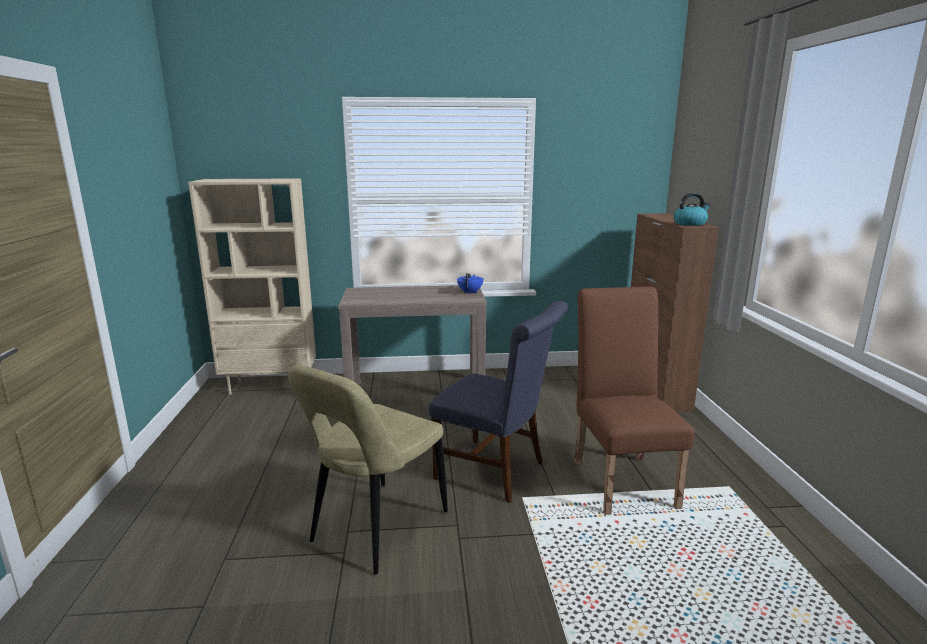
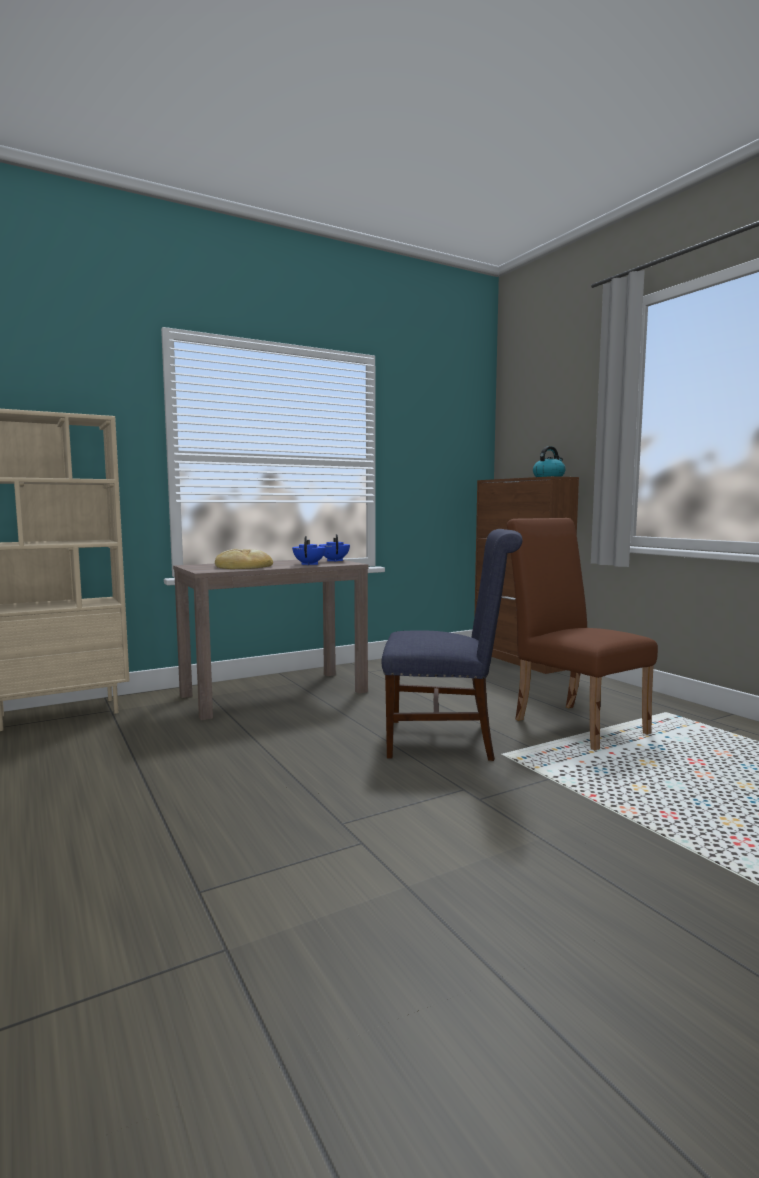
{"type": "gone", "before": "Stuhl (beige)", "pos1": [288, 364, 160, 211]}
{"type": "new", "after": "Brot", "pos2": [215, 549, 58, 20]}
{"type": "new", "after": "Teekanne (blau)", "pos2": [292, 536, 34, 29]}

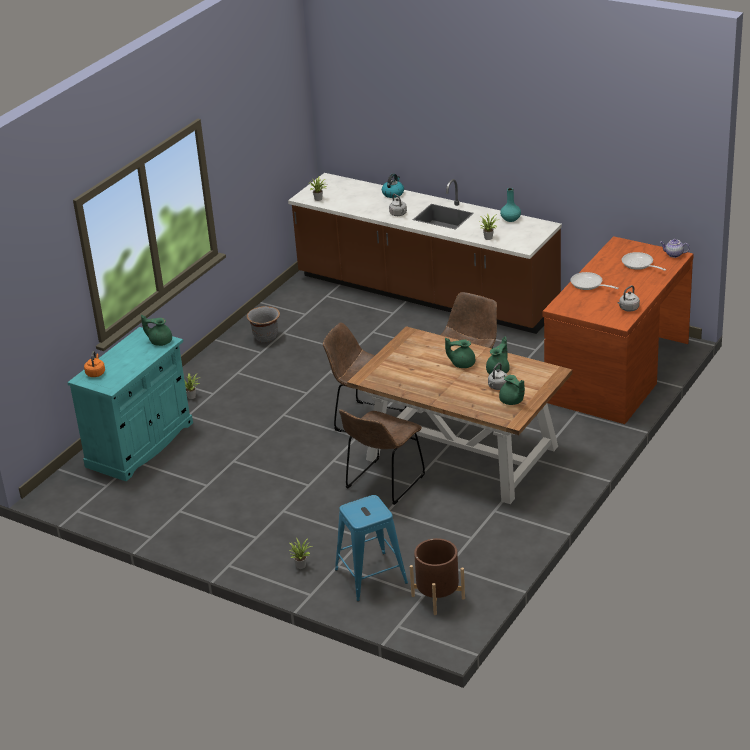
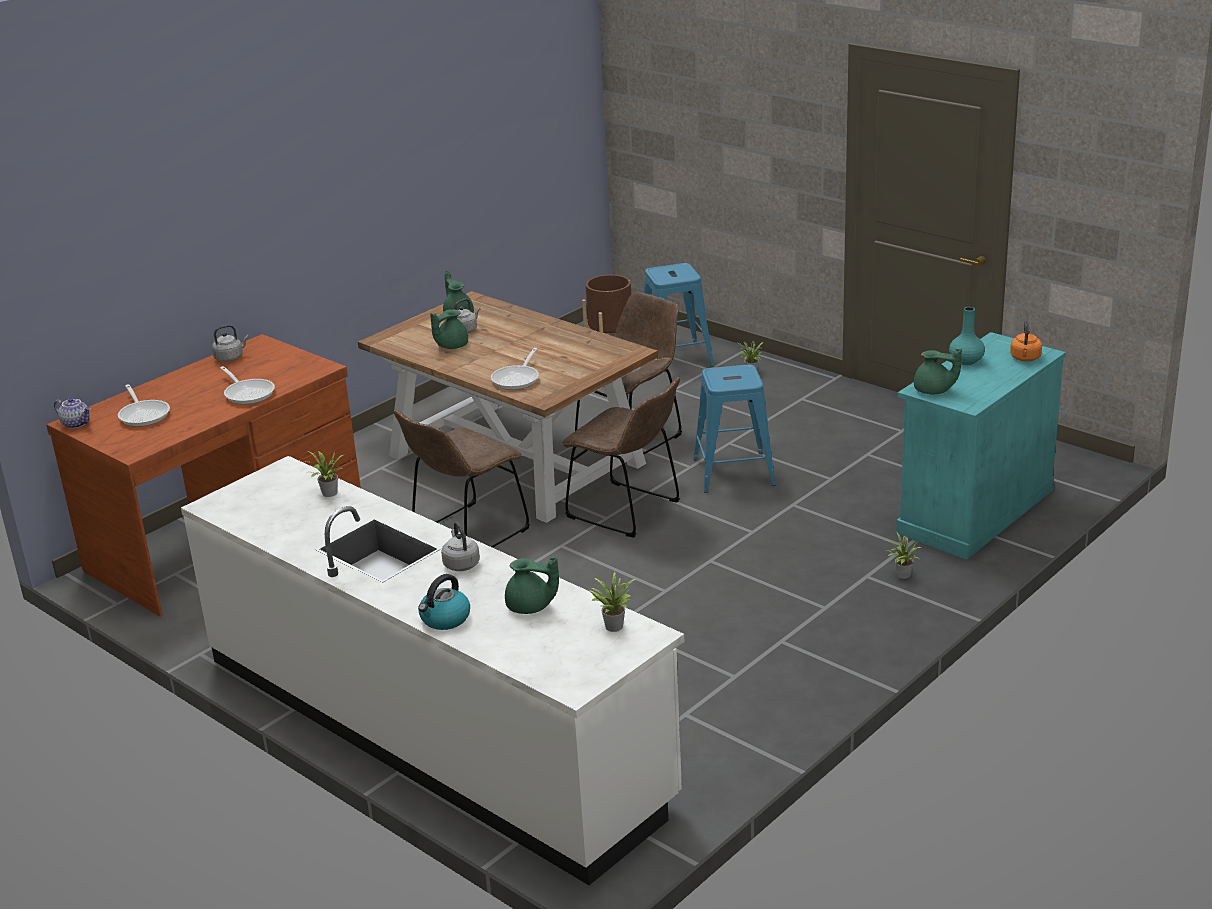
{"type": "gone", "before": "Pflanzkübel (grau)", "pos1": [247, 306, 33, 36]}
{"type": "repainted", "before": "Küchenzeile (braun)", "after": "Küchenzeile (weiß)", "pos1": [288, 173, 274, 161], "pos2": [181, 456, 503, 429]}
{"type": "shifted", "before": "Teekanne (grün)", "pos1": [445, 338, 30, 30], "pos2": [505, 557, 54, 57]}
{"type": "shifted", "before": "Vase (türkis)", "pos1": [500, 188, 21, 34], "pos2": [949, 307, 36, 58]}
{"type": "new", "after": "Pfanne", "pos2": [491, 348, 48, 42]}
{"type": "new", "after": "Hocker (blau)", "pos2": [693, 365, 83, 128]}

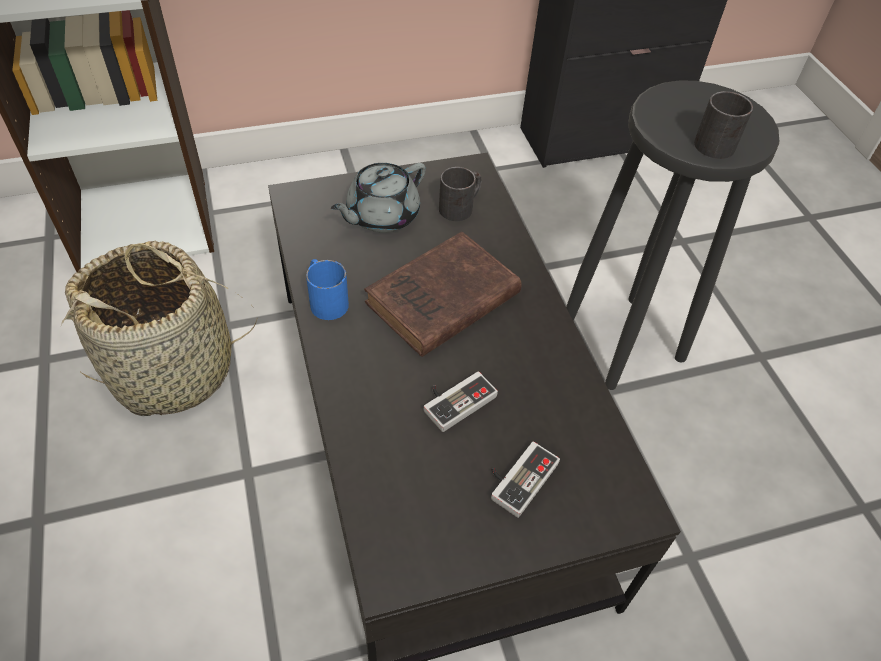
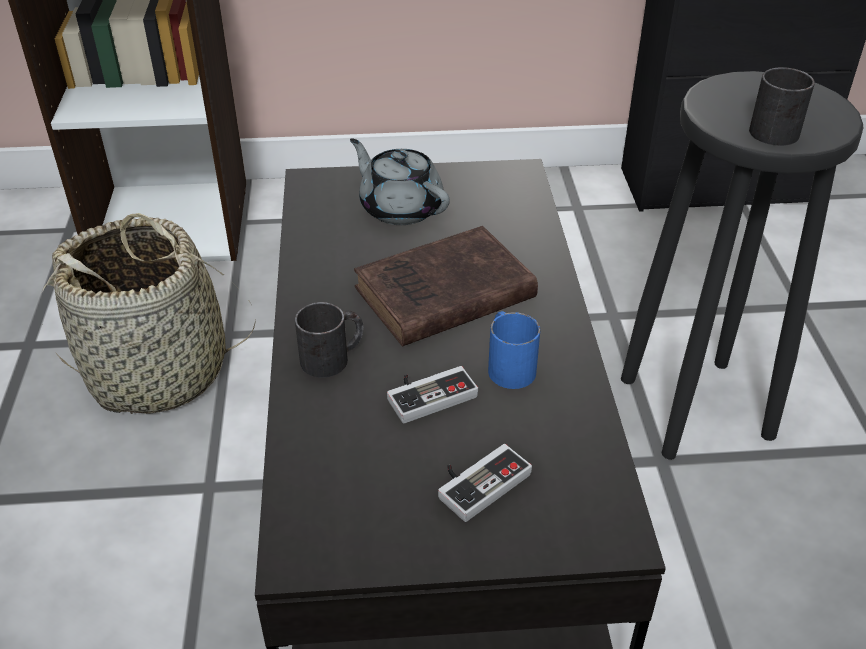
{"type": "shifted", "before": "Henkelbecher (blau)", "pos1": [306, 259, 43, 61], "pos2": [488, 311, 53, 78]}
{"type": "rotated", "before": "Teekanne (grau)", "pos1": [331, 163, 95, 70], "pos2": [350, 139, 100, 86], "turn": 75}
{"type": "shifted", "before": "Henkelbecher (schwarz)", "pos1": [439, 167, 43, 54], "pos2": [295, 302, 69, 76]}

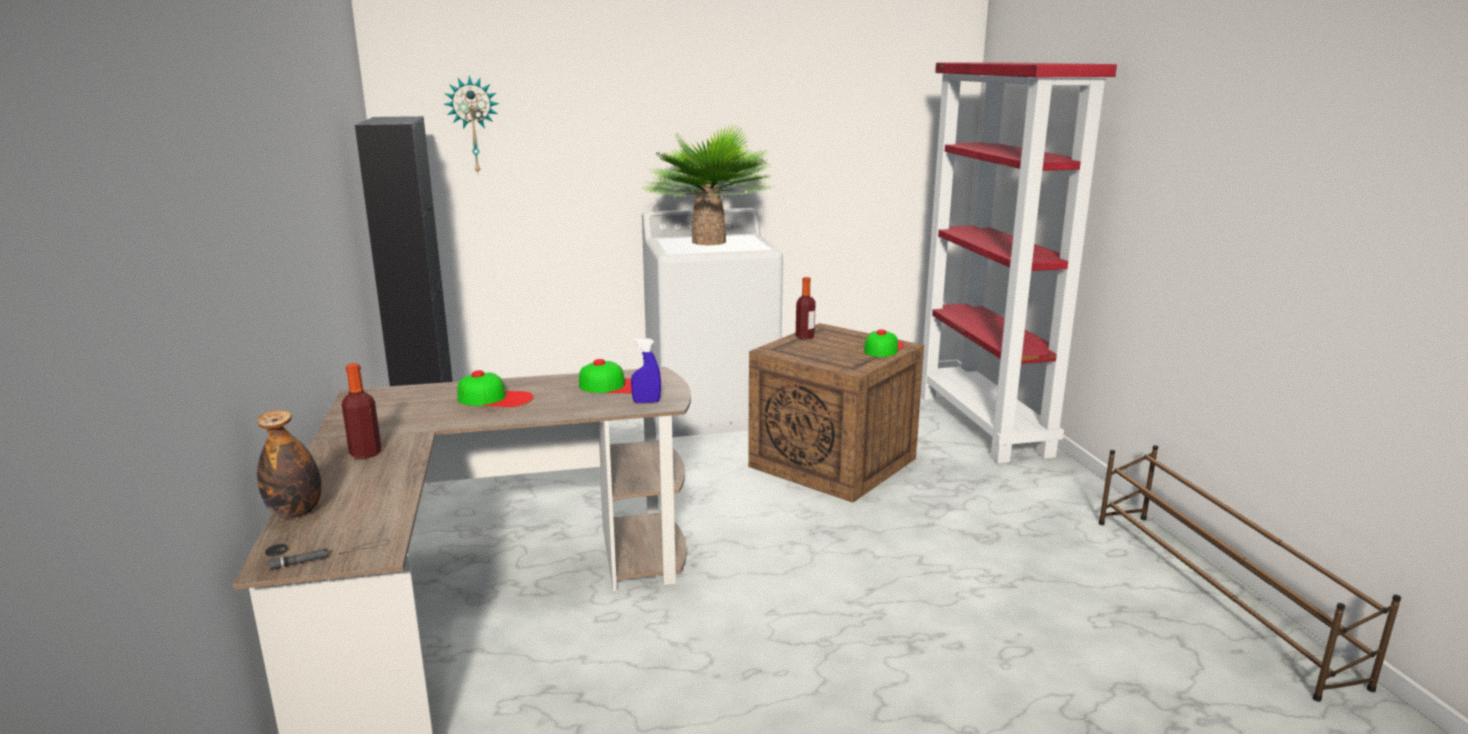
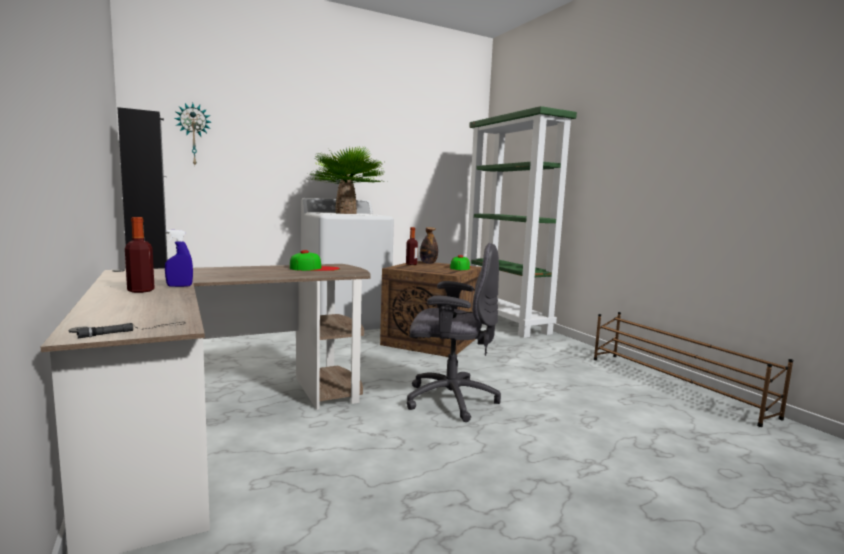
{"type": "shifted", "before": "Flasche", "pos1": [257, 410, 65, 108], "pos2": [420, 227, 18, 37]}
{"type": "gone", "before": "Kappe", "pos1": [458, 370, 76, 37]}
{"type": "shifted", "before": "Sprühflasche (blau)", "pos1": [631, 338, 30, 65], "pos2": [165, 230, 28, 57]}
{"type": "repainted", "before": "Bücherregal (rot)", "after": "Bücherregal (grün)", "pos1": [921, 62, 196, 401], "pos2": [467, 106, 110, 232]}
{"type": "new", "after": "Bürostuhl (grau)", "pos2": [407, 243, 94, 179]}

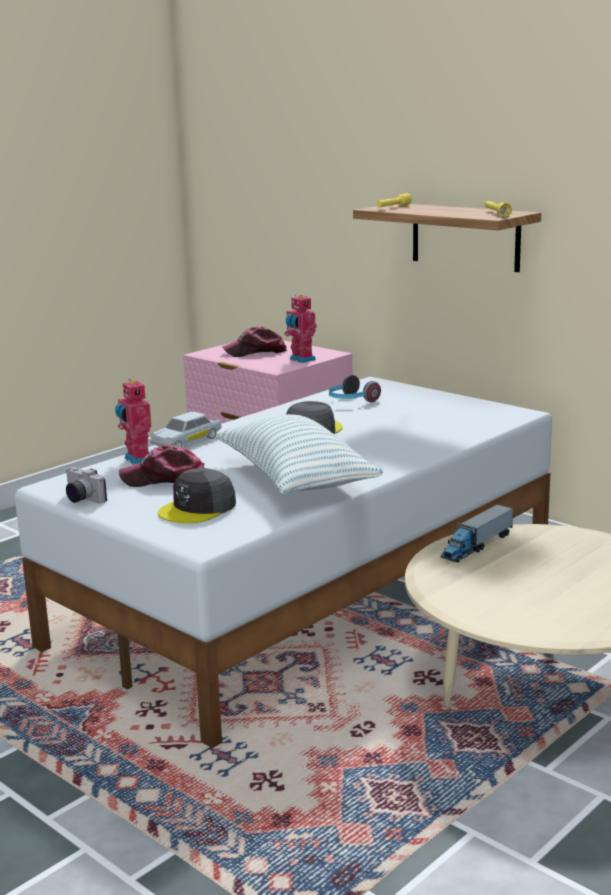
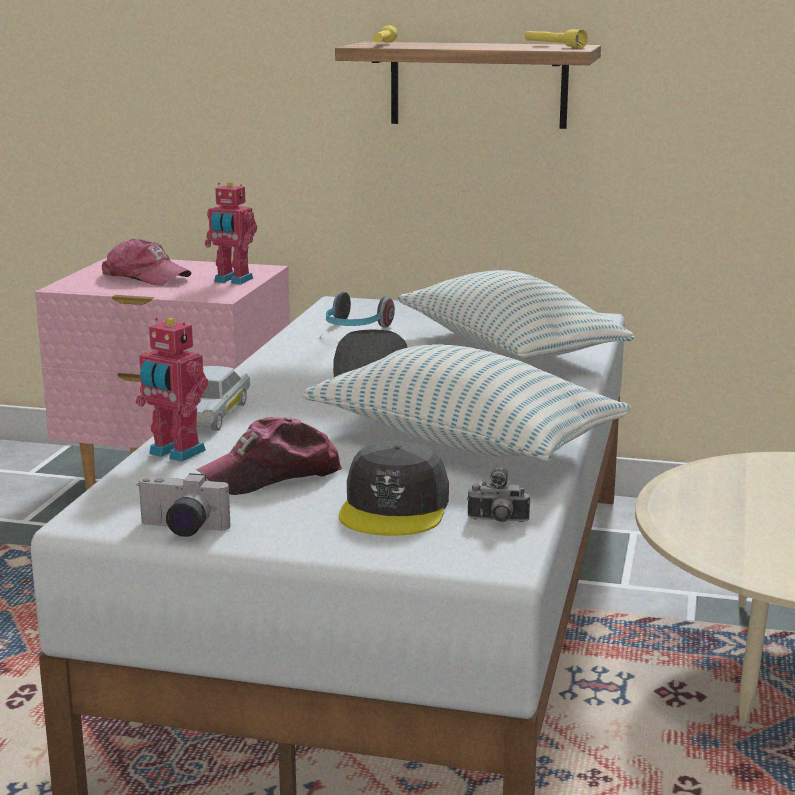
{"type": "rotated", "before": "Kappe", "pos1": [222, 327, 65, 30], "pos2": [102, 238, 89, 47], "turn": -105}
{"type": "gone", "before": "Spielzeuglaster", "pos1": [440, 504, 74, 58]}
{"type": "new", "after": "Kissen", "pos2": [398, 270, 236, 89]}
{"type": "new", "after": "Kamera", "pos2": [467, 468, 63, 54]}

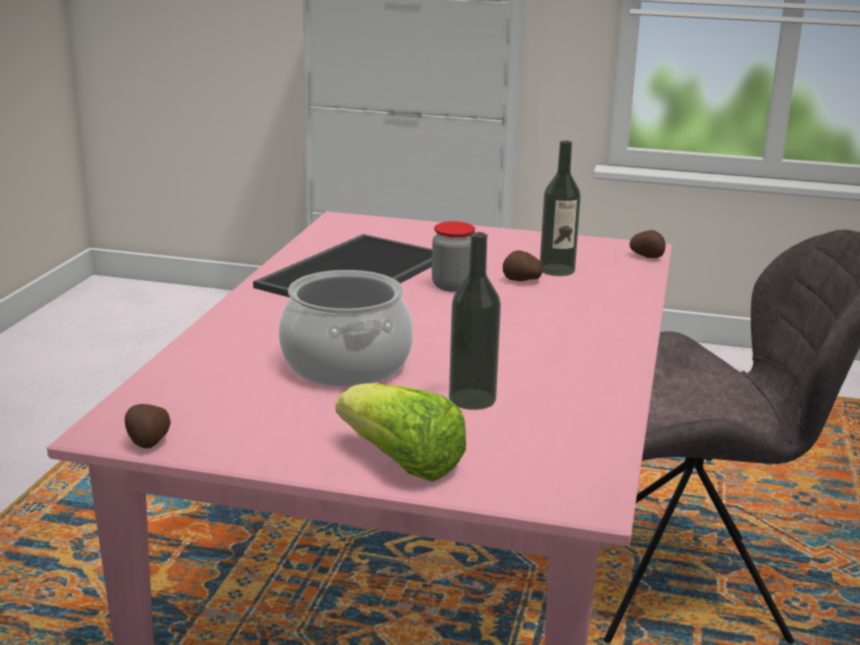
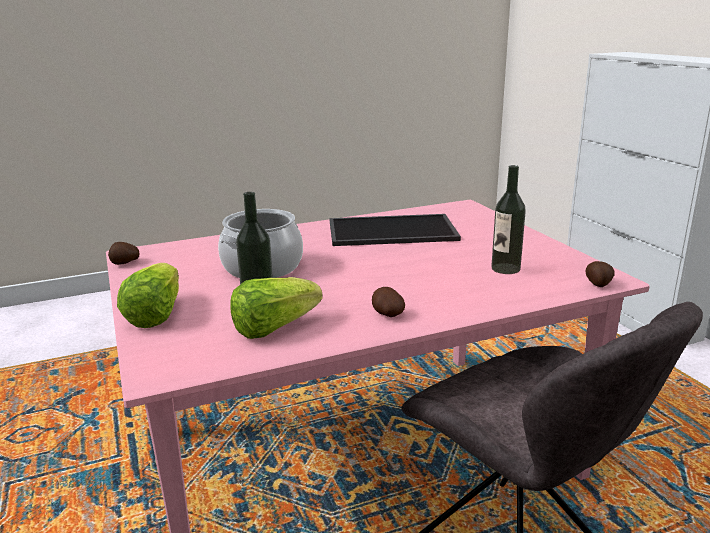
{"type": "gone", "before": "Vorratsglas", "pos1": [432, 221, 43, 71]}
{"type": "shifted", "before": "Kartoffel", "pos1": [503, 250, 40, 31], "pos2": [372, 287, 33, 30]}
{"type": "new", "after": "Salatkopf", "pos2": [230, 277, 93, 62]}

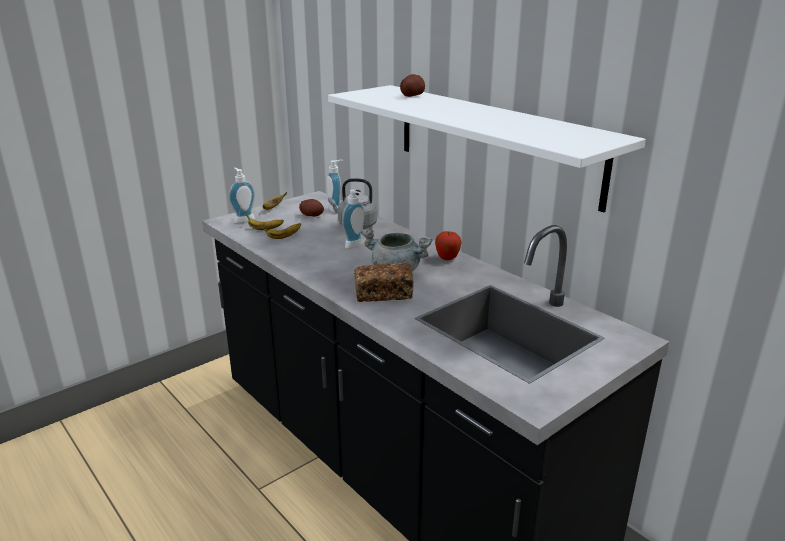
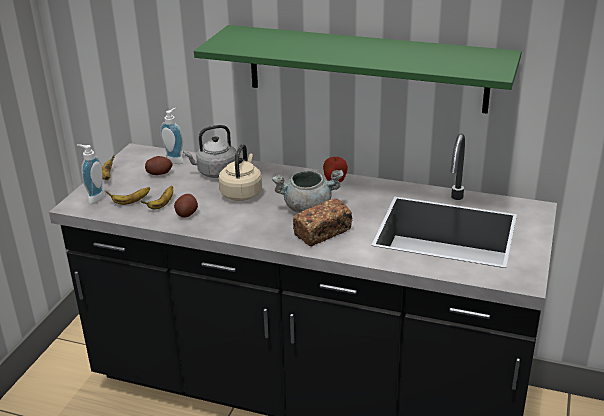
{"type": "repainted", "before": "Wandregal (weiß)", "after": "Wandregal (grün)", "pos1": [328, 85, 318, 127], "pos2": [194, 25, 328, 89]}
{"type": "swapped", "before": "Seifenspender", "after": "Wasserkessel (beige)", "pos1": [342, 190, 23, 59], "pos2": [219, 144, 43, 57]}
{"type": "shifted", "before": "Kartoffel", "pos1": [400, 74, 25, 23], "pos2": [174, 194, 24, 24]}

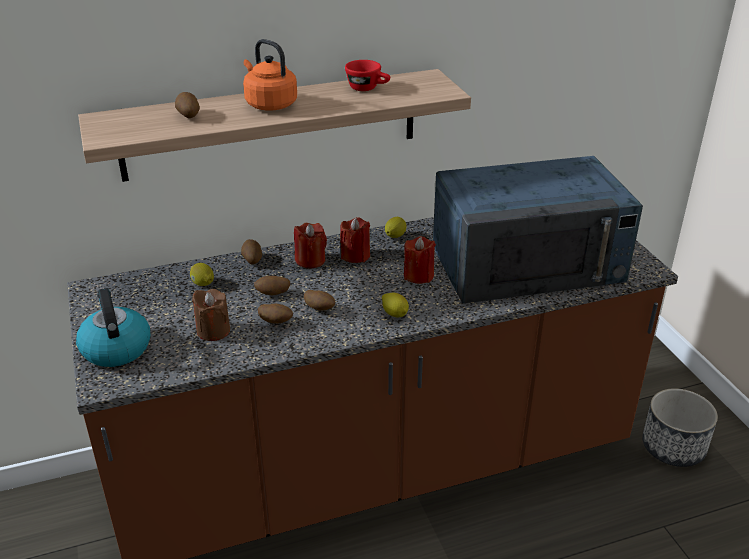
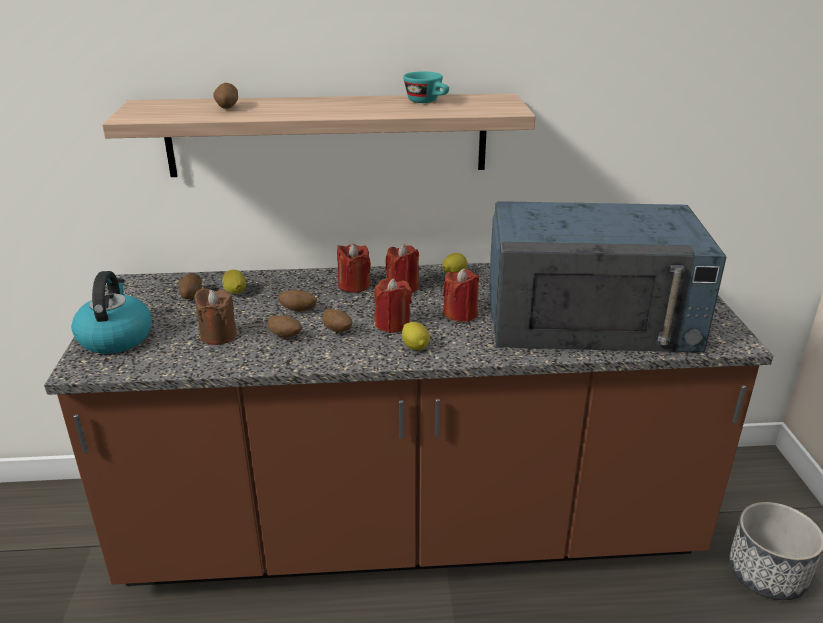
{"type": "shifted", "before": "Kartoffel", "pos1": [241, 239, 21, 25], "pos2": [179, 273, 23, 26]}
{"type": "gone", "before": "Wasserkessel (orange)", "pos1": [243, 39, 54, 71]}
{"type": "repainted", "before": "Tasse (rot)", "after": "Tasse (türkis)", "pos1": [345, 60, 45, 31], "pos2": [403, 71, 46, 32]}
{"type": "new", "after": "Kerze (rot)", "pos2": [374, 278, 38, 55]}

